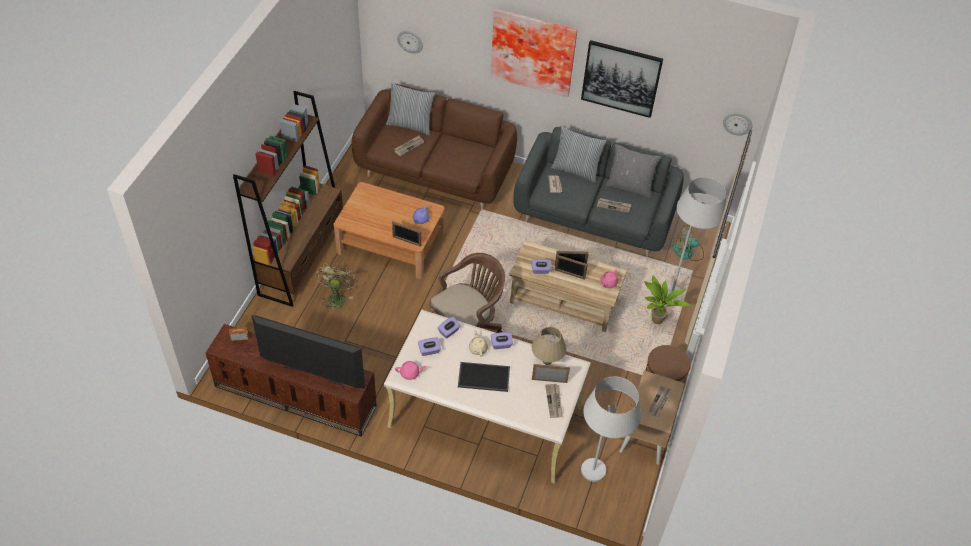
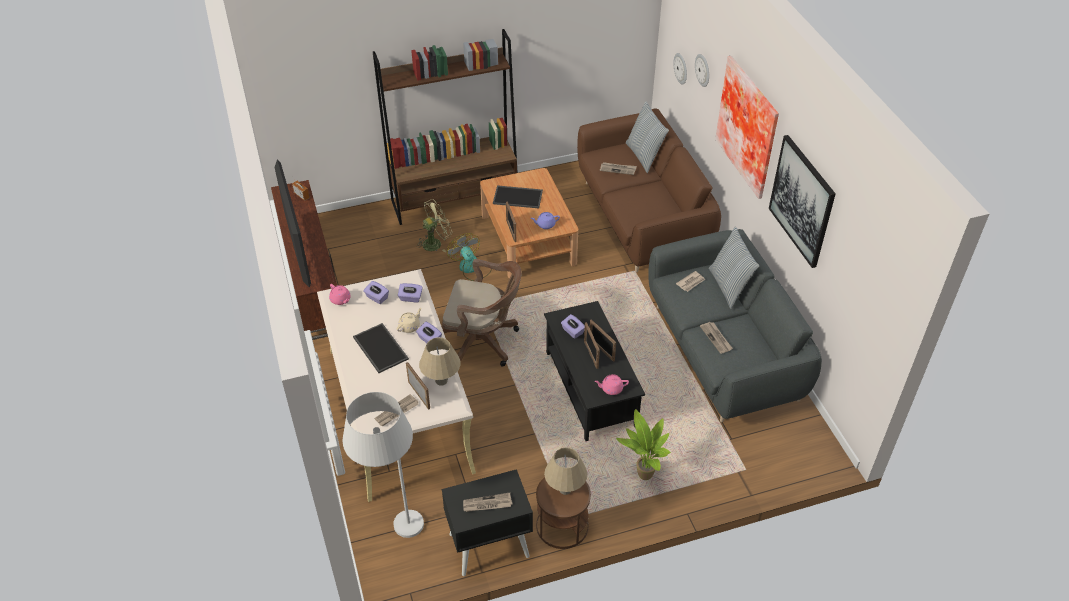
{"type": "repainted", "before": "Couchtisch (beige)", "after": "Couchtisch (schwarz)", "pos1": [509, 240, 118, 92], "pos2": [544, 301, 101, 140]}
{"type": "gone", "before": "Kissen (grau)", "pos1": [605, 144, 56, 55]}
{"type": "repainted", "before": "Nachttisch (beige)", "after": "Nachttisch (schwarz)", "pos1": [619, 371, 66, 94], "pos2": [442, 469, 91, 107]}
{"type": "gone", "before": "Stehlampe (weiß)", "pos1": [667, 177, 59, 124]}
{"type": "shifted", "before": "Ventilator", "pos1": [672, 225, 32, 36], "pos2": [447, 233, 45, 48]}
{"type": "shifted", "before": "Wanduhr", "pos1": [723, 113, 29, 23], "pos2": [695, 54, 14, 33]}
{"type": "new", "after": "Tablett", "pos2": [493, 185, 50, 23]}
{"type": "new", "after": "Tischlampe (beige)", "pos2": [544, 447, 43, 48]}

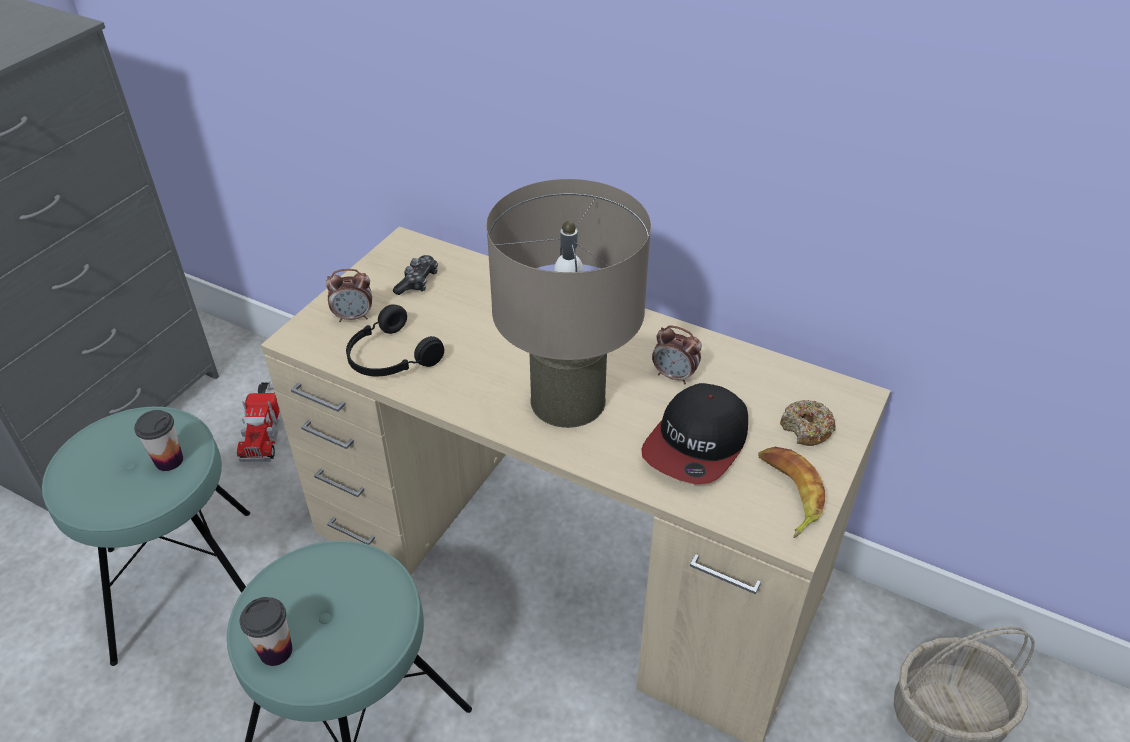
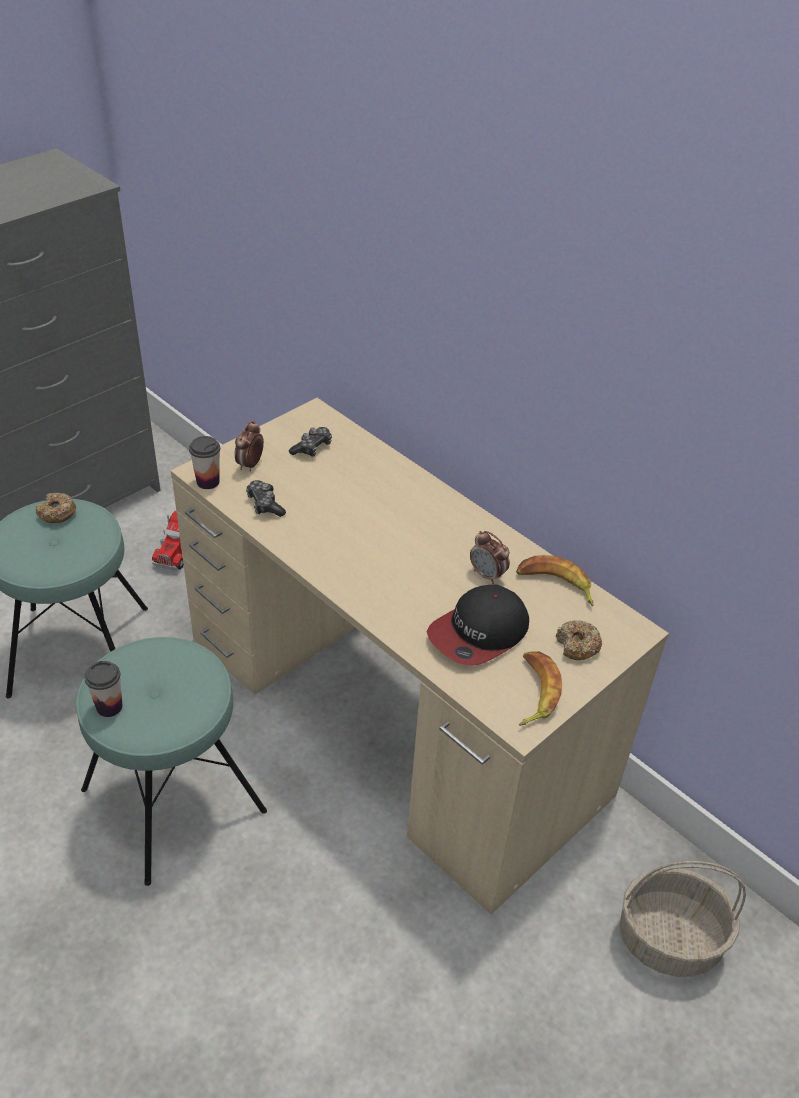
{"type": "shifted", "before": "Tasse", "pos1": [134, 410, 49, 61], "pos2": [189, 436, 31, 53]}
{"type": "rotated", "before": "Wecker", "pos1": [326, 269, 46, 53], "pos2": [235, 421, 29, 50], "turn": 105}
{"type": "swapped", "before": "Kopfhörer (schwarz)", "after": "Gamepad", "pos1": [346, 304, 98, 72], "pos2": [246, 480, 40, 37]}
{"type": "gone", "before": "Tischlampe (beige)", "pos1": [486, 179, 165, 249]}
{"type": "new", "after": "Donut", "pos2": [36, 493, 40, 30]}
{"type": "new", "after": "Banane", "pos2": [516, 555, 77, 51]}

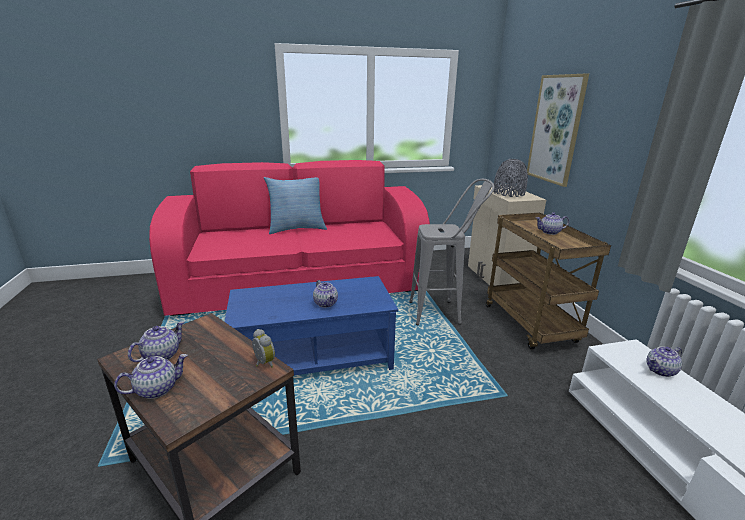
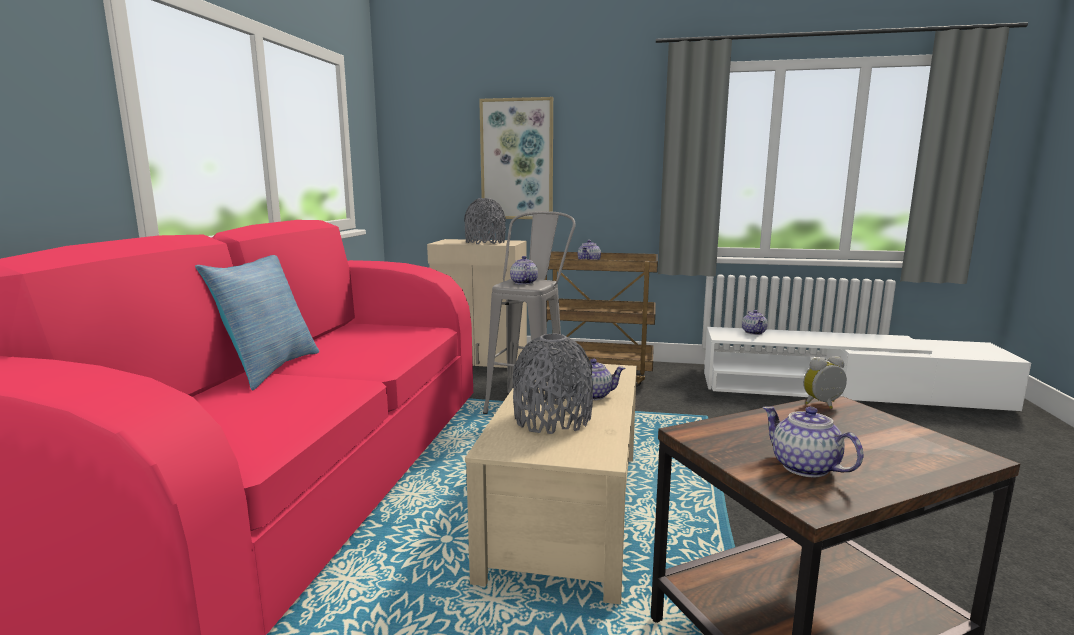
{"type": "shifted", "before": "Teekanne", "pos1": [114, 354, 74, 45], "pos2": [510, 256, 28, 29]}
{"type": "repainted", "before": "Couchtisch (blau)", "after": "Couchtisch (beige)", "pos1": [225, 276, 173, 99], "pos2": [465, 364, 172, 241]}
{"type": "new", "after": "Vase (grau)", "pos2": [513, 333, 80, 101]}

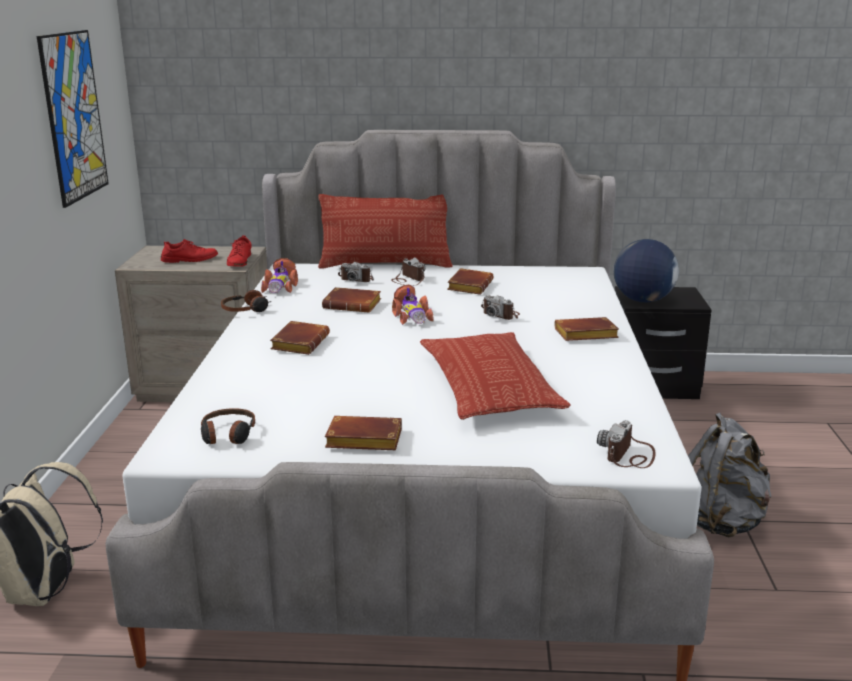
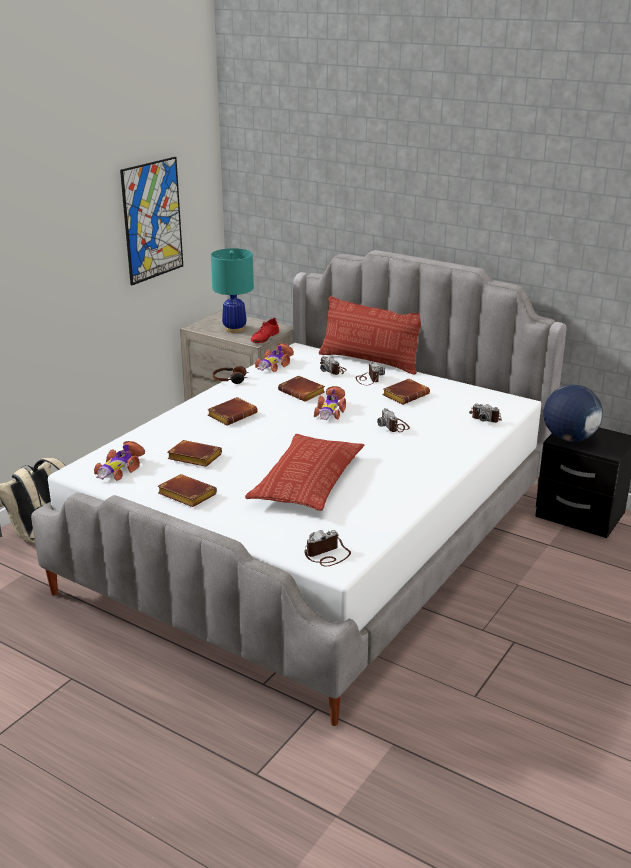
{"type": "swapped", "before": "Schuh (rot)", "after": "Tischlampe (türkis)", "pos1": [161, 239, 57, 24], "pos2": [211, 248, 43, 85]}
{"type": "swapped", "before": "Kopfhörer", "after": "Spielzeugauto", "pos1": [201, 408, 54, 36], "pos2": [94, 441, 51, 40]}
{"type": "shifted", "before": "Buch (braun)", "pos1": [555, 317, 64, 24], "pos2": [167, 440, 55, 27]}
{"type": "gone", "before": "Rucksack (grau)", "pos1": [688, 413, 83, 124]}
{"type": "new", "after": "Kamera", "pos2": [469, 403, 33, 20]}

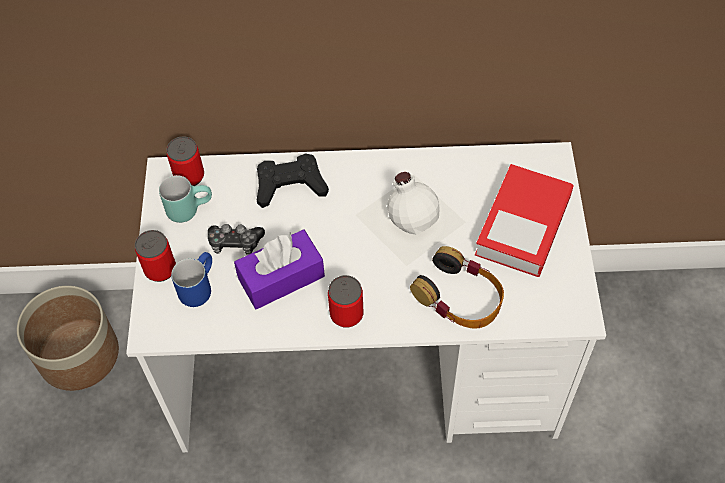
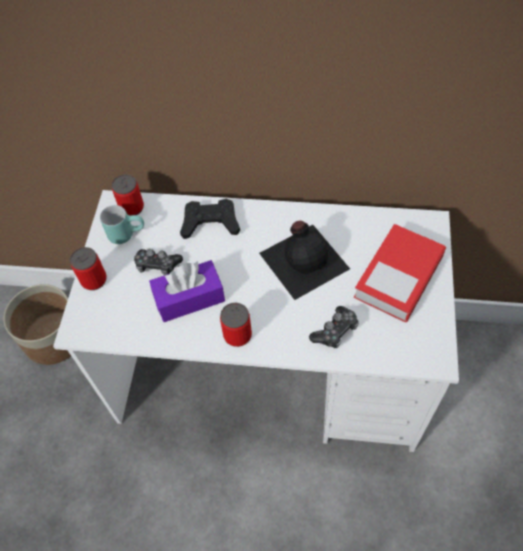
{"type": "gone", "before": "Henkelbecher (blau)", "pos1": [171, 252, 41, 55]}
{"type": "repainted", "before": "Flasche (weiß)", "after": "Flasche (schwarz)", "pos1": [355, 172, 111, 94], "pos2": [259, 221, 91, 79]}
{"type": "swapped", "before": "Kopfhörer", "after": "Gamepad", "pos1": [410, 246, 94, 83], "pos2": [309, 306, 50, 42]}

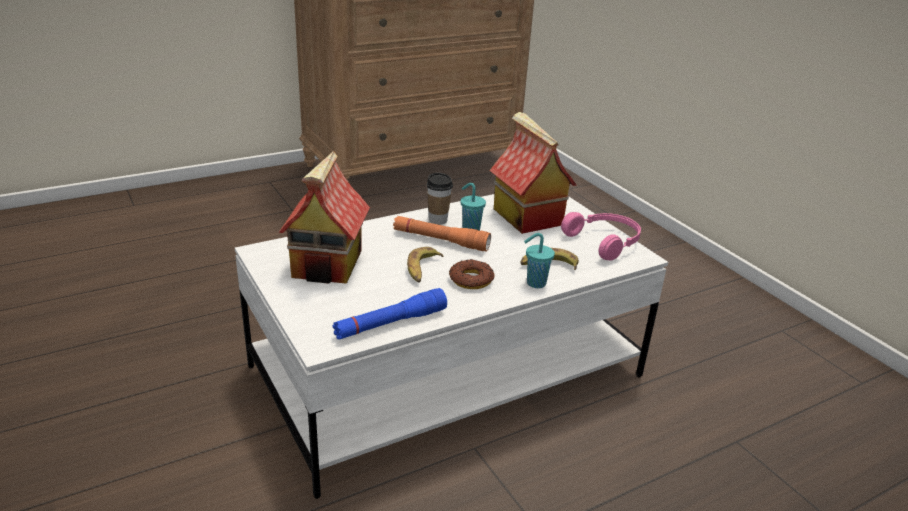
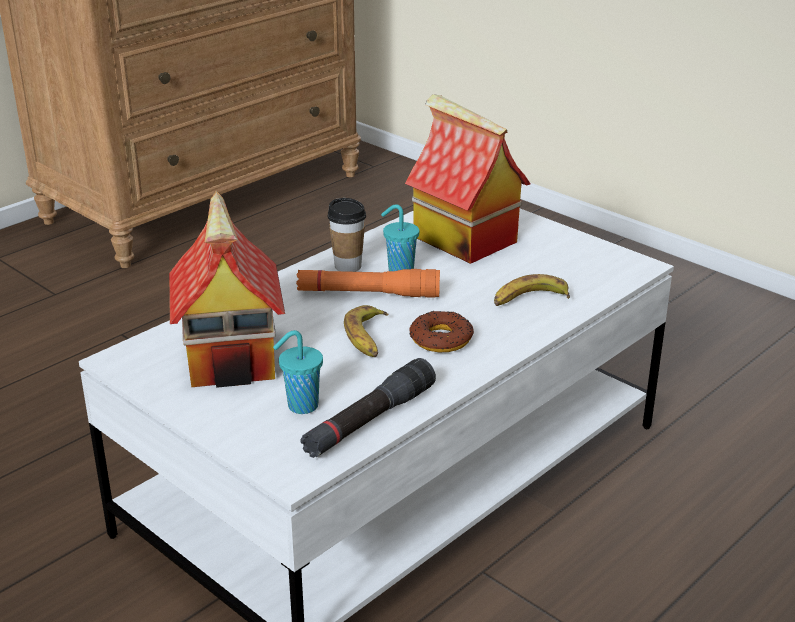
{"type": "repainted", "before": "Taschenlampe (blau)", "after": "Taschenlampe (schwarz)", "pos1": [332, 288, 115, 52], "pos2": [300, 358, 136, 100]}
{"type": "shifted", "before": "Tasse (türkis)", "pos1": [524, 233, 31, 55], "pos2": [273, 330, 50, 84]}
{"type": "gone", "before": "Kopfhörer (rosa)", "pos1": [561, 212, 80, 49]}

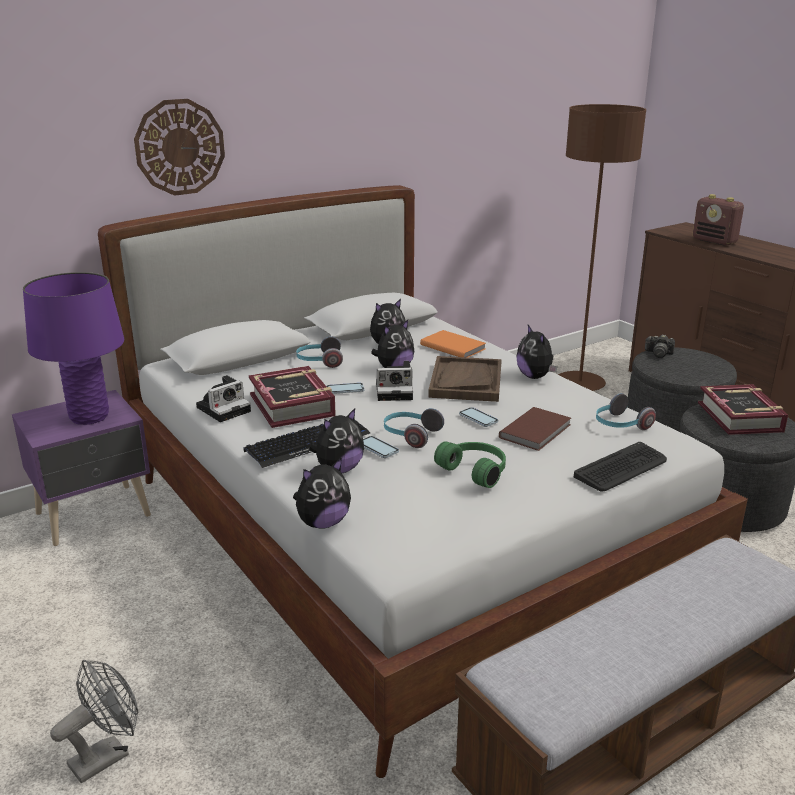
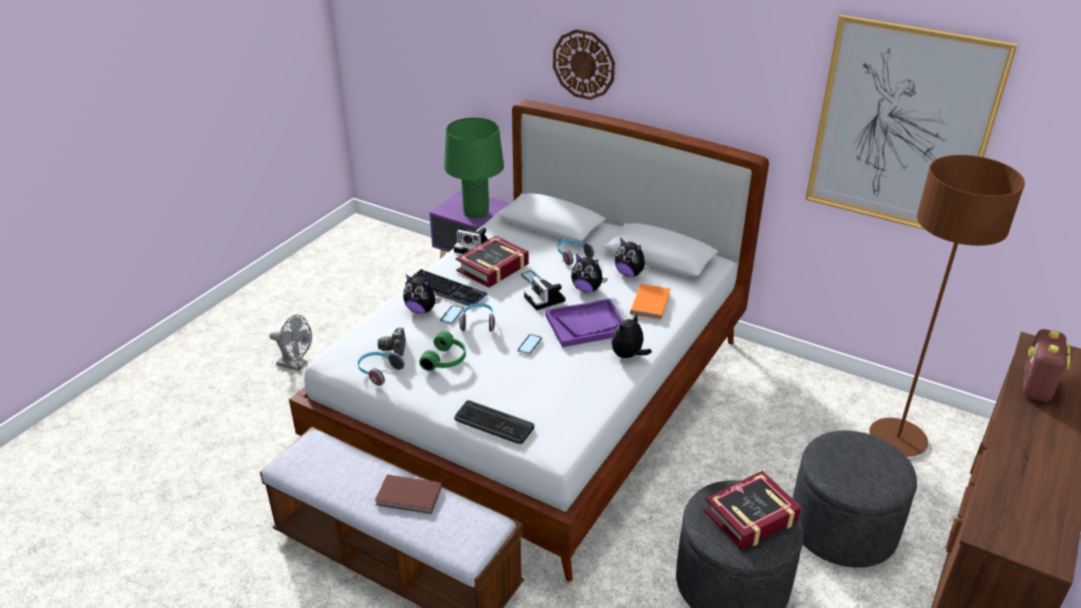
{"type": "repainted", "before": "Tischlampe (lila)", "after": "Tischlampe (grün)", "pos1": [23, 272, 101, 153], "pos2": [444, 117, 60, 102]}
{"type": "gone", "before": "Plüschtier", "pos1": [293, 457, 58, 72]}
{"type": "repainted", "before": "Tablett (braun)", "after": "Tablett (lila)", "pos1": [428, 356, 74, 46], "pos2": [545, 299, 79, 48]}
{"type": "shifted", "before": "Buch (braun)", "pos1": [499, 407, 72, 44], "pos2": [375, 474, 67, 40]}
{"type": "shifted", "before": "Kopfhörer", "pos1": [596, 393, 60, 37], "pos2": [358, 352, 46, 34]}
{"type": "shifted", "before": "Kamera", "pos1": [645, 334, 30, 24], "pos2": [378, 328, 28, 28]}
{"type": "new", "after": "Bild", "pos2": [805, 15, 213, 215]}

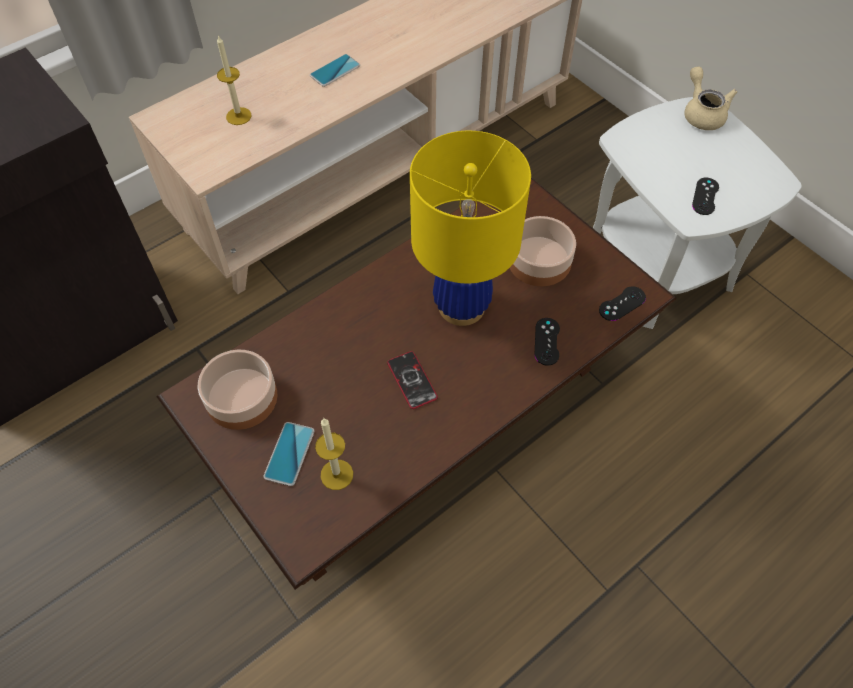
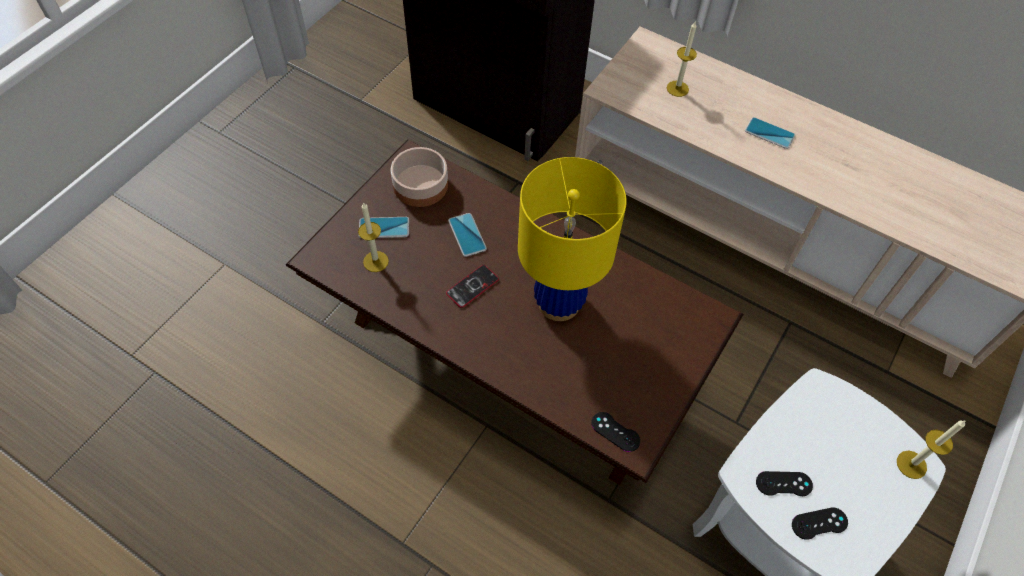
{"type": "gone", "before": "Schüssel", "pos1": [510, 216, 66, 70]}
{"type": "shifted", "before": "Gamepad (schwarz)", "pos1": [534, 318, 26, 48], "pos2": [792, 507, 56, 33]}
{"type": "swapped", "before": "Teekanne (beige)", "after": "Kerze", "pos1": [685, 67, 52, 63], "pos2": [897, 420, 69, 59]}
{"type": "new", "after": "Handy", "pos2": [448, 213, 39, 44]}

